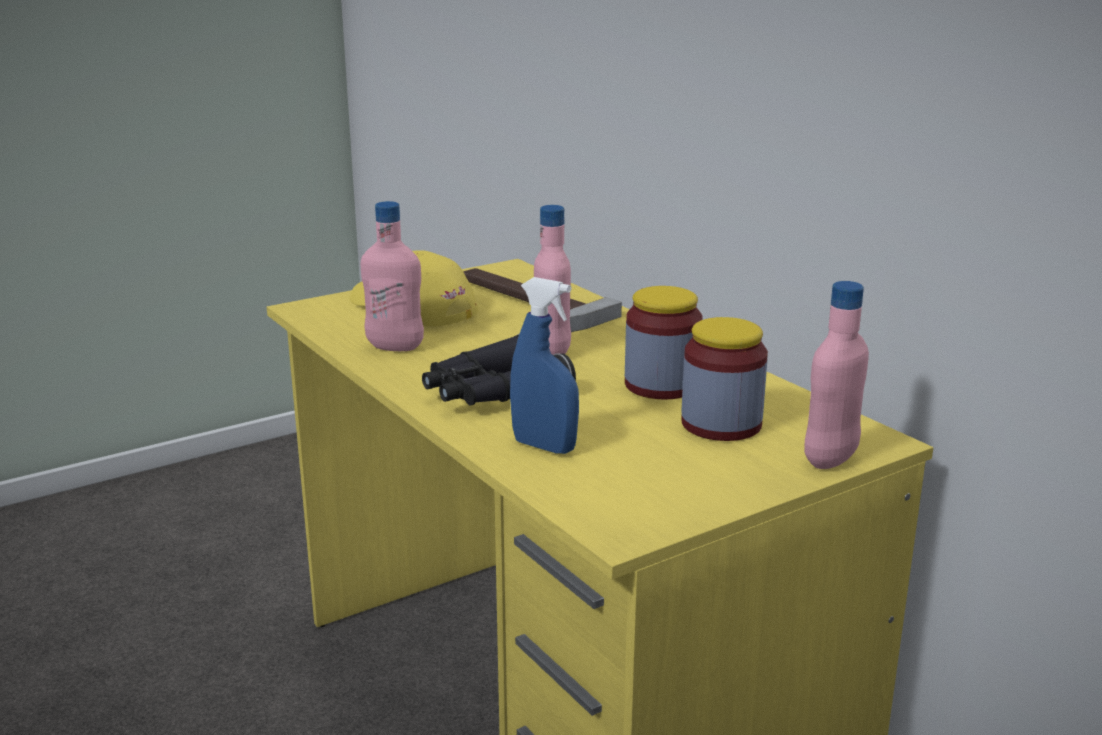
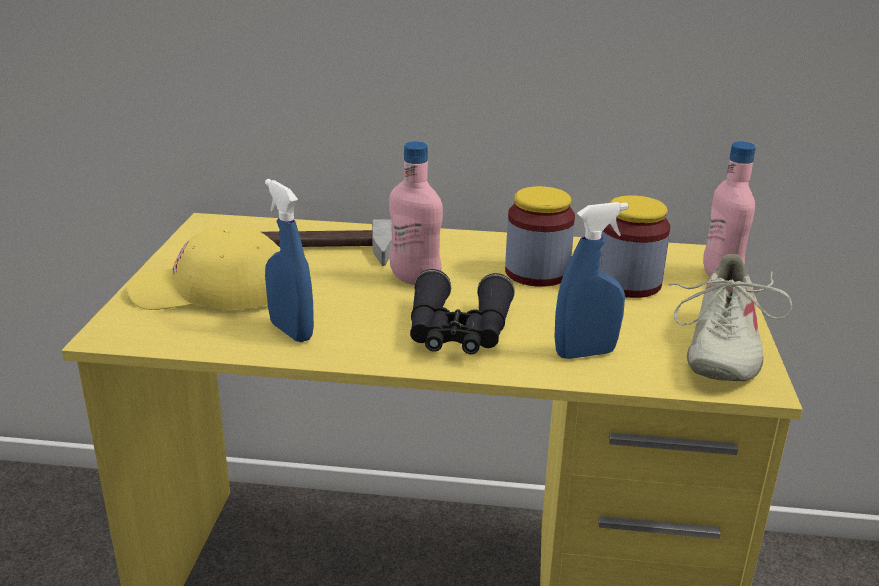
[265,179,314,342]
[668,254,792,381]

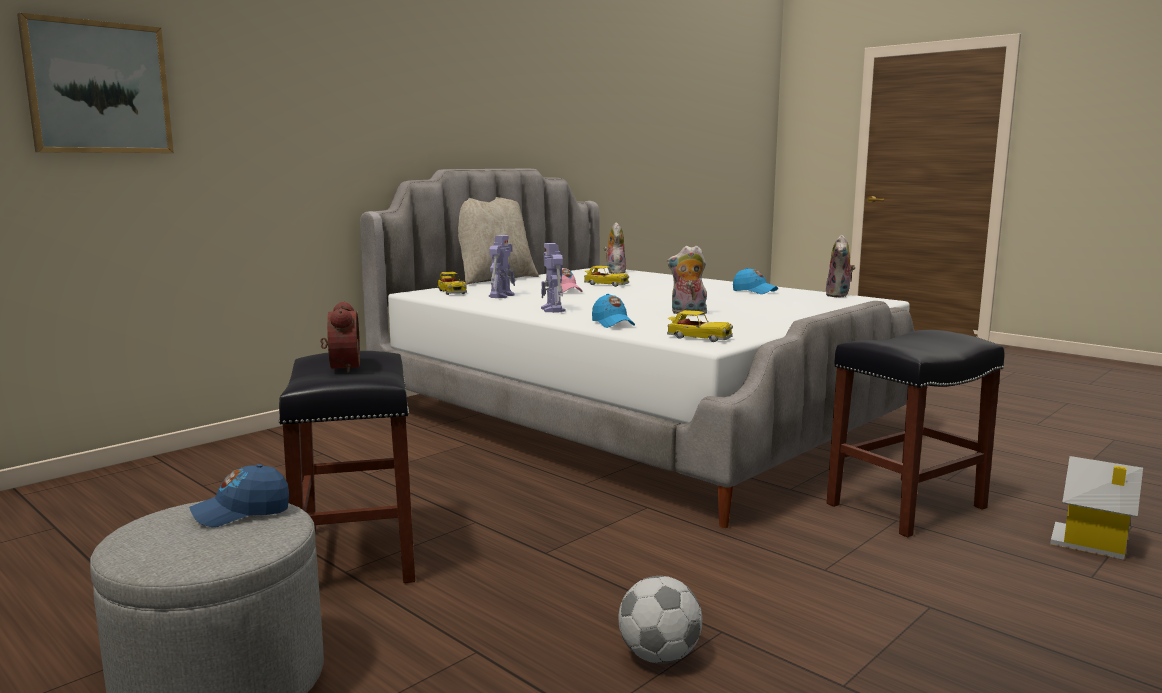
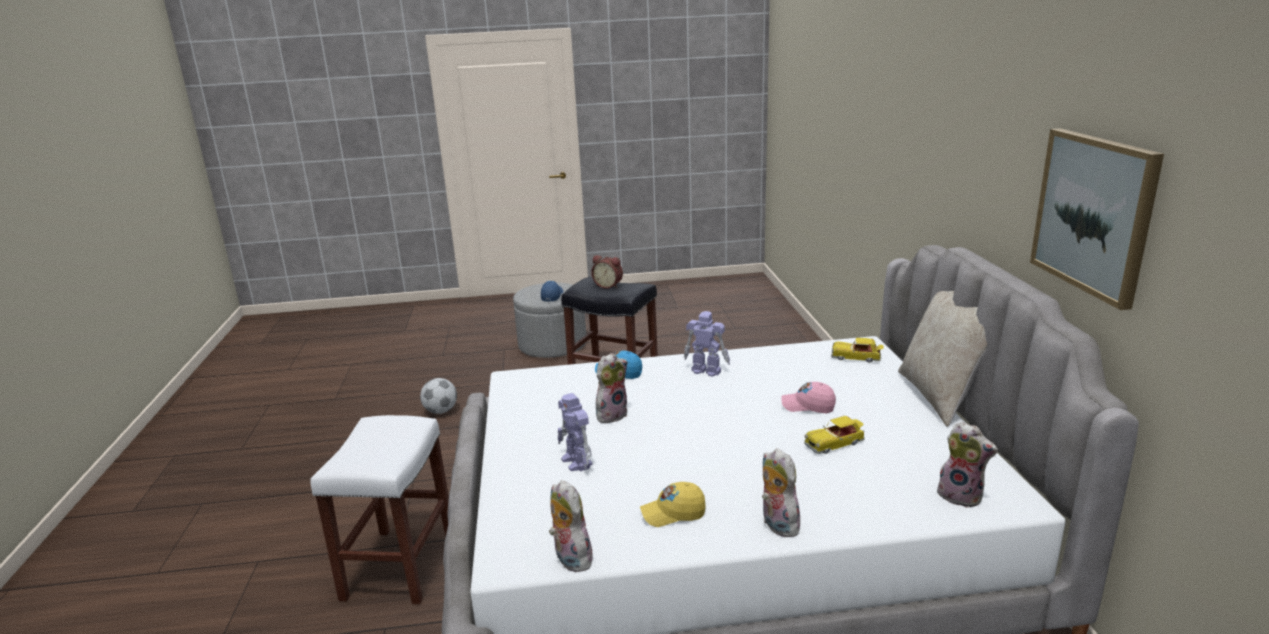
[1030,128,1164,310]
[558,393,592,471]
[667,310,733,342] (first image)
[640,482,706,527]
[311,415,449,604]
[1050,456,1143,560] (first image)
[762,448,804,537]

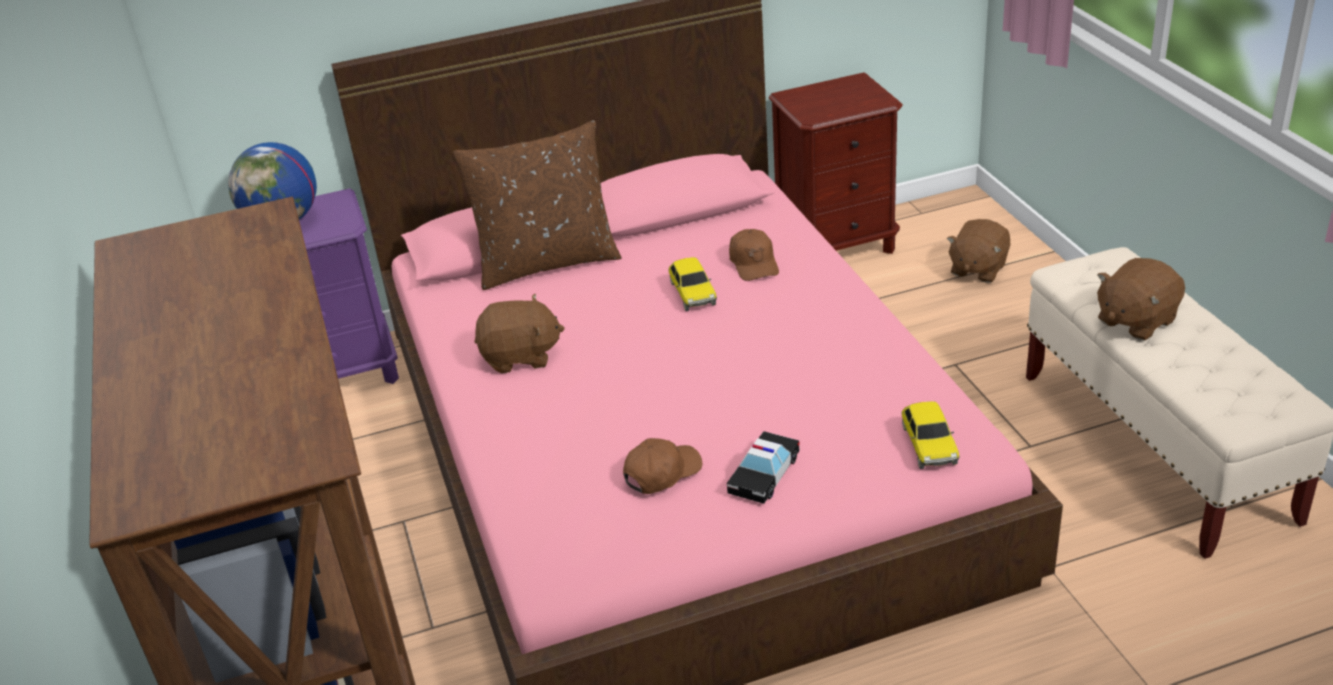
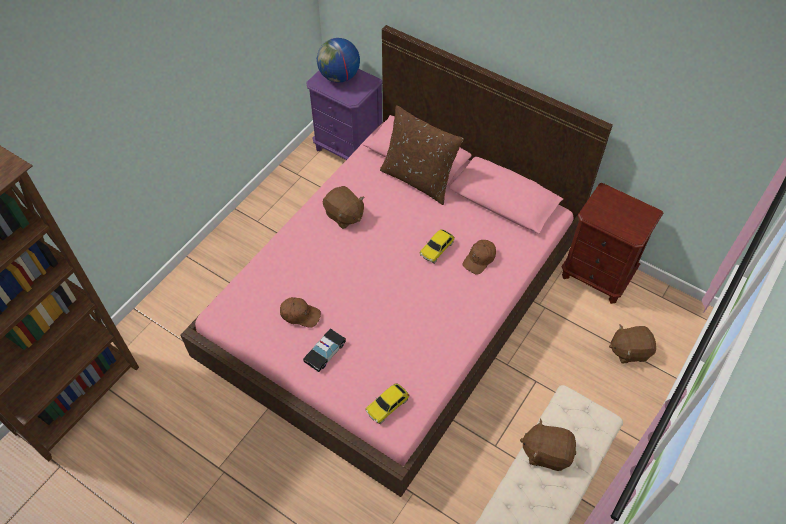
[303,328,346,372]

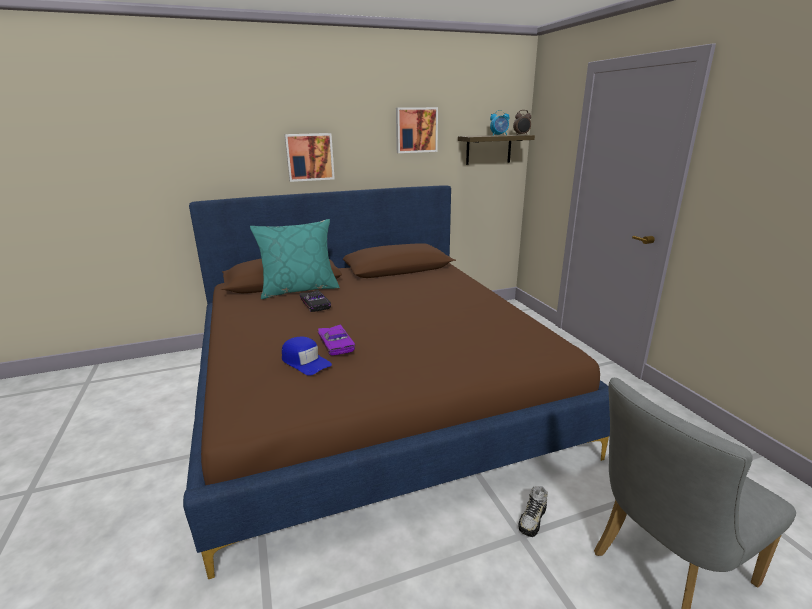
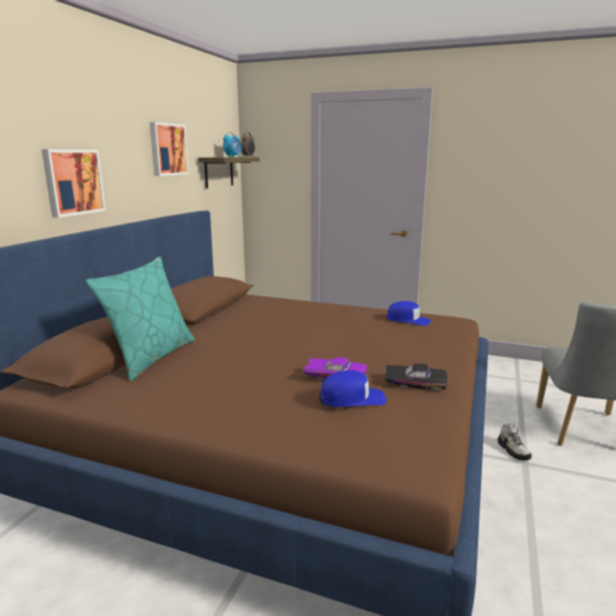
[384,364,448,392]
[386,301,431,326]

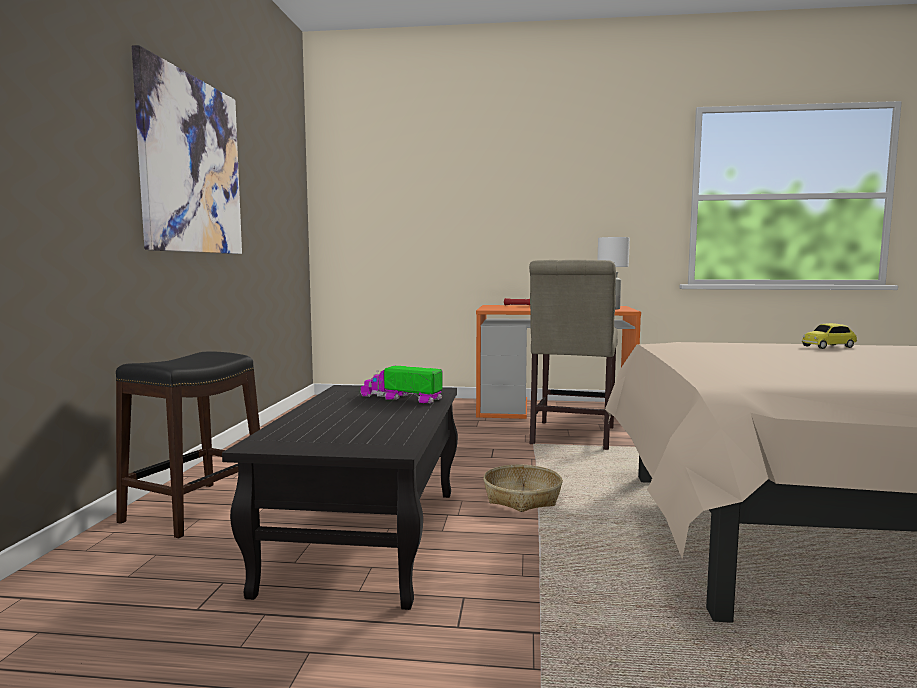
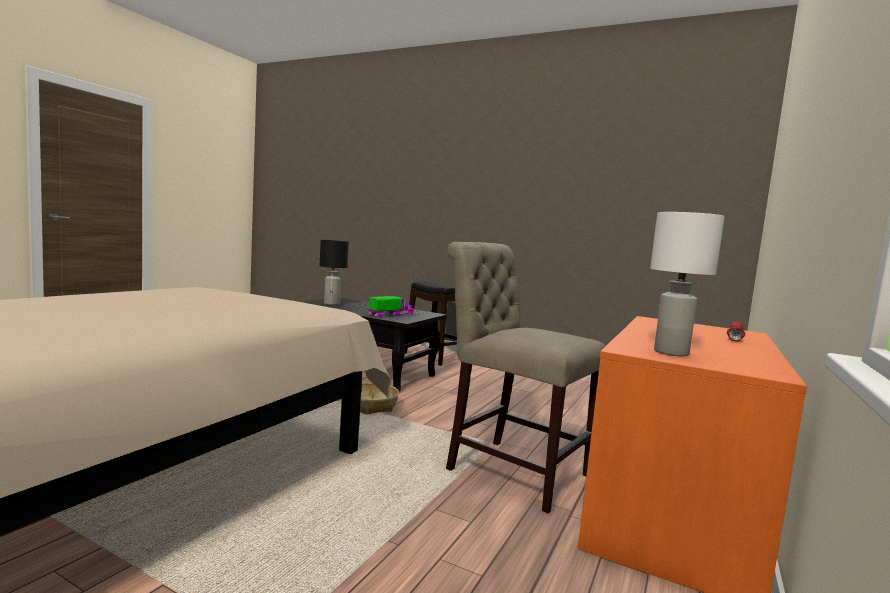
[132,45,242,254] (first image)
[802,323,857,349] (first image)
[320,240,349,305]

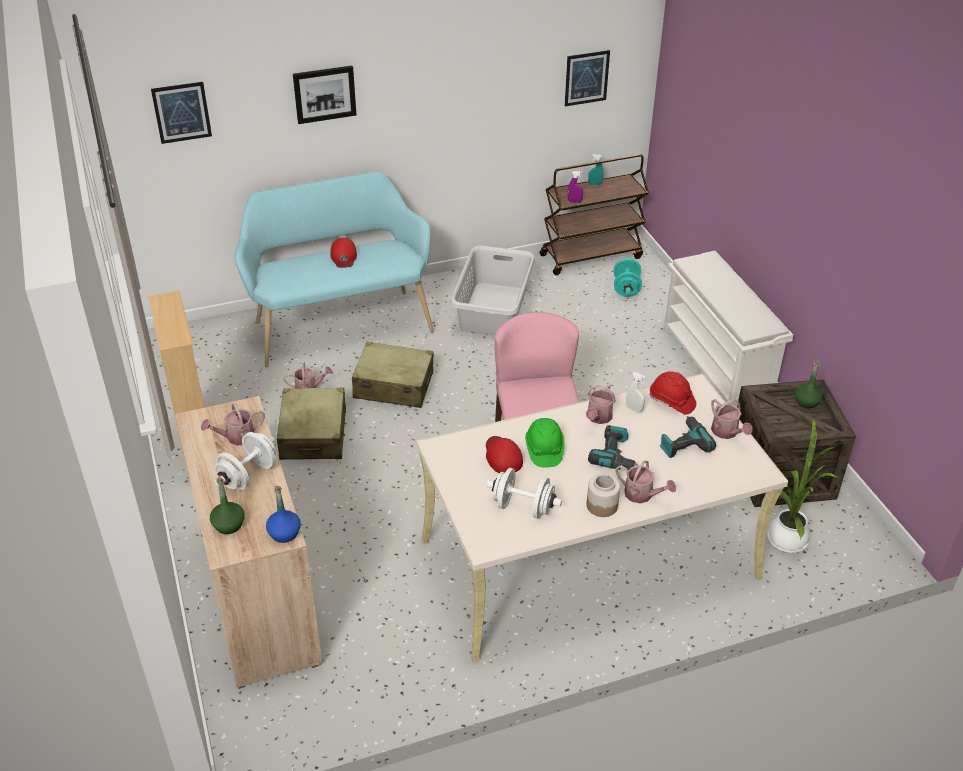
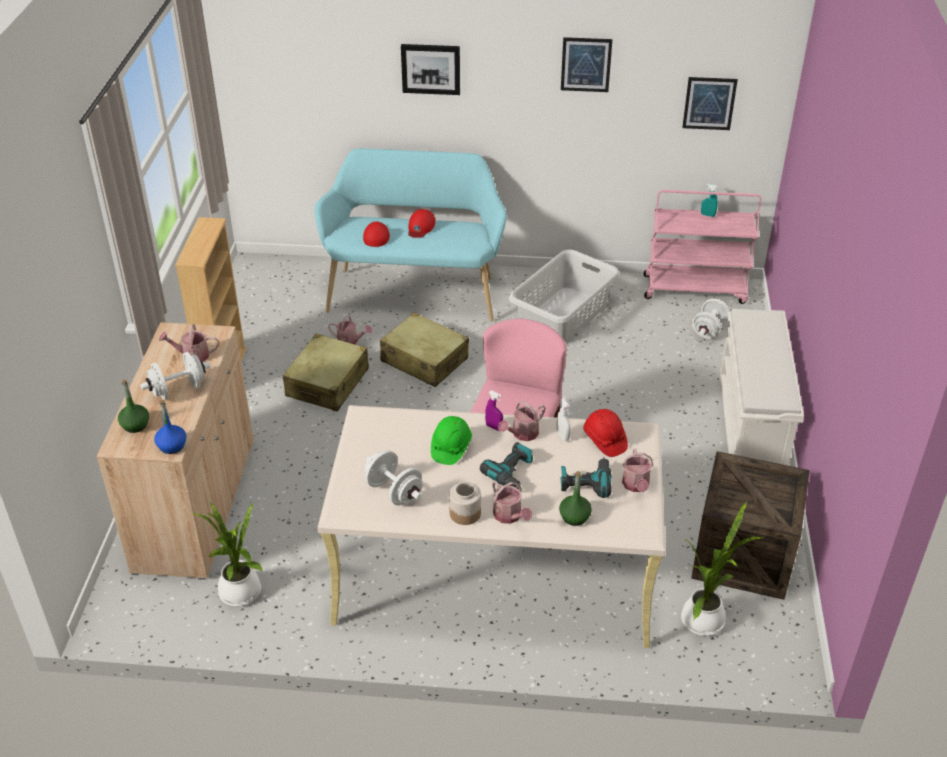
[561,37,612,92]
[363,222,390,247]
[644,190,761,304]
[485,391,503,431]
[692,299,730,339]
[559,471,592,526]
[192,503,263,606]

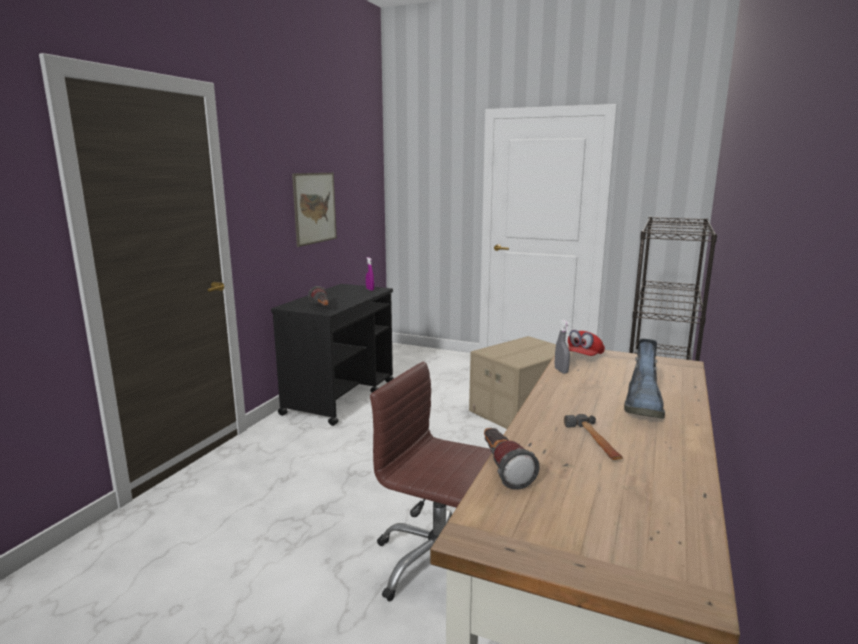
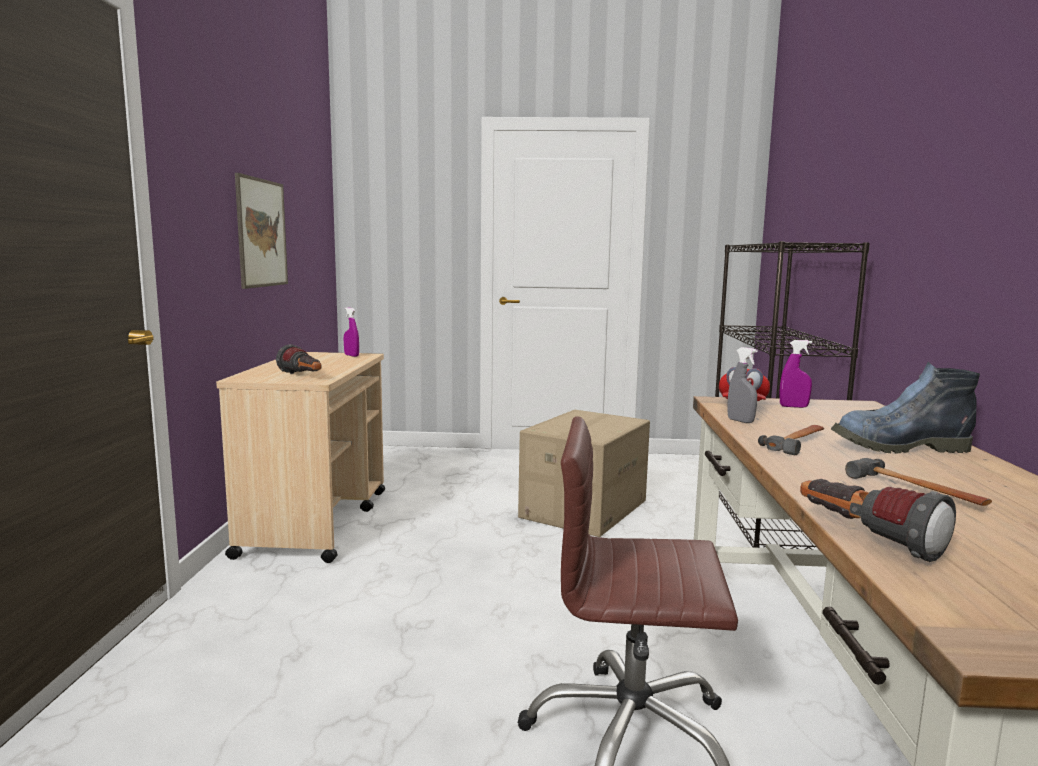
[216,352,385,563]
[831,362,980,453]
[758,425,824,455]
[780,340,812,408]

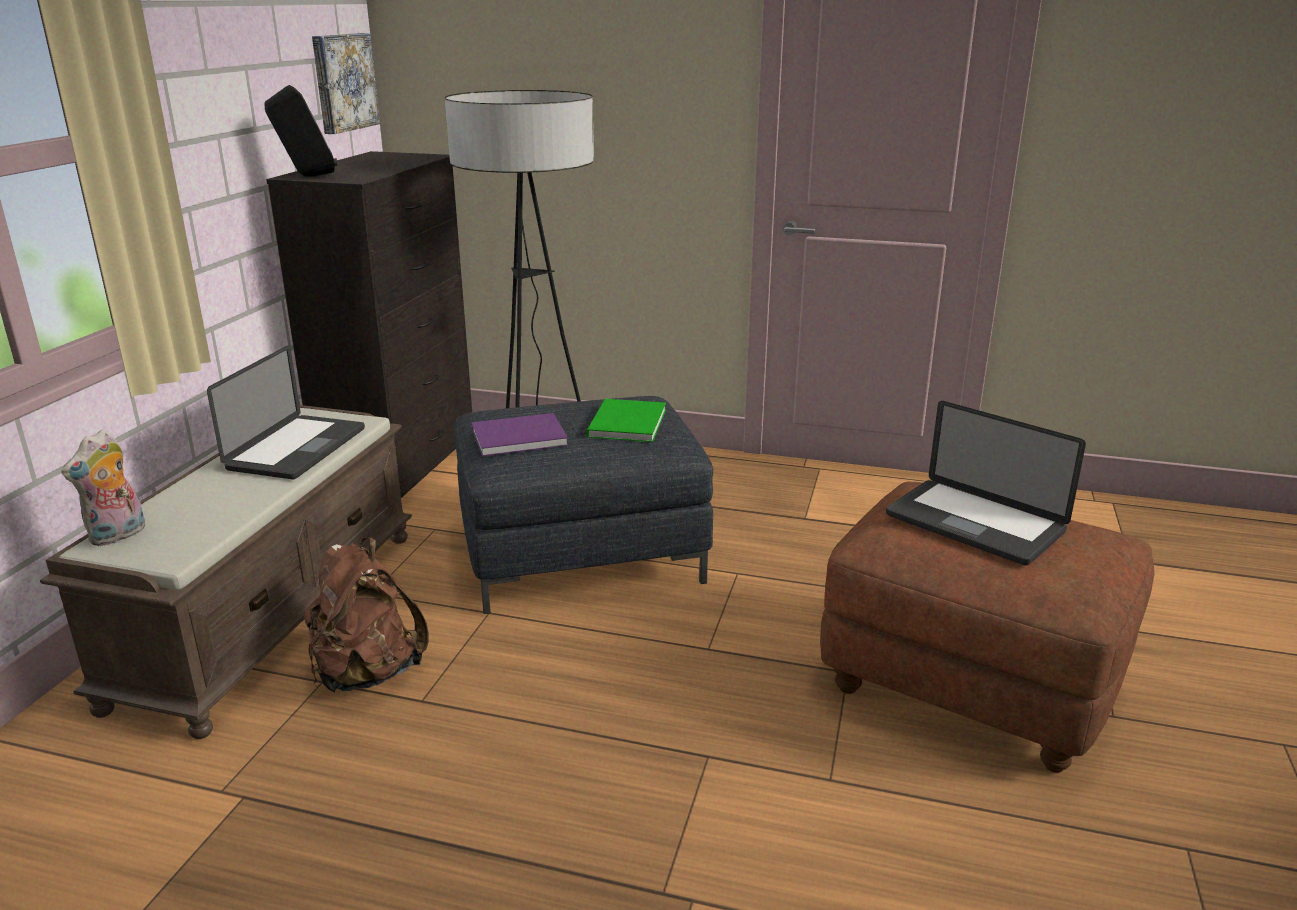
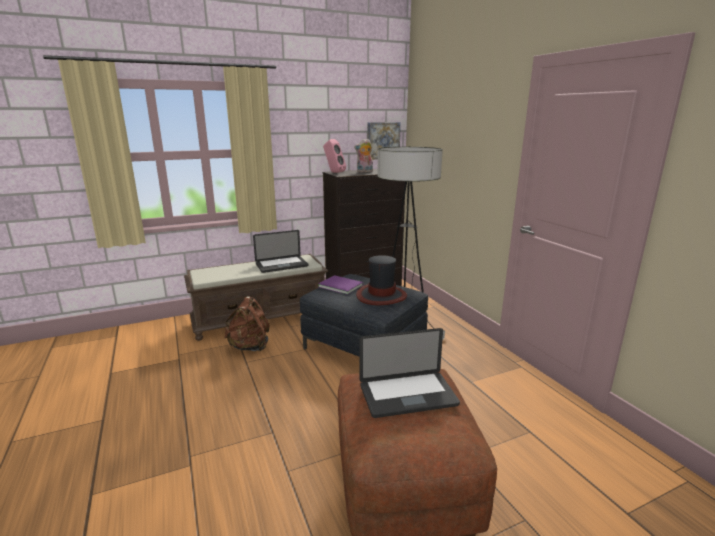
[354,139,373,172]
[323,139,346,173]
[356,255,407,305]
[360,328,460,418]

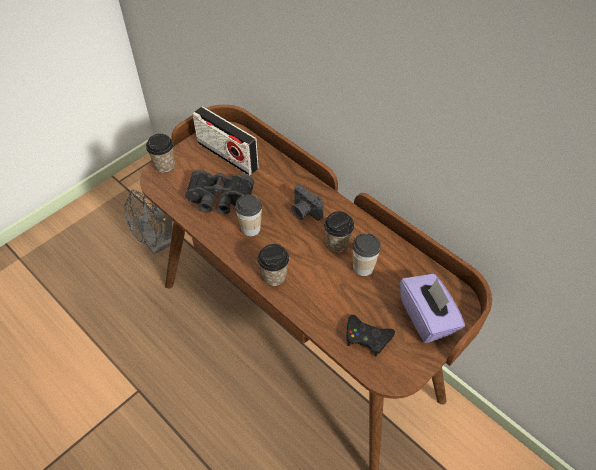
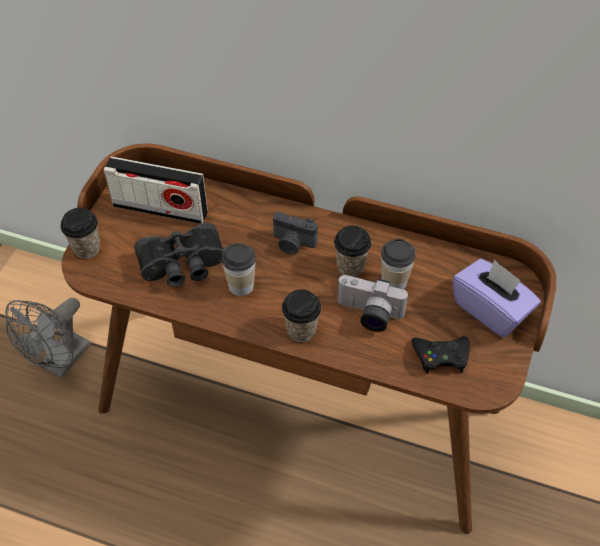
[337,275,408,332]

